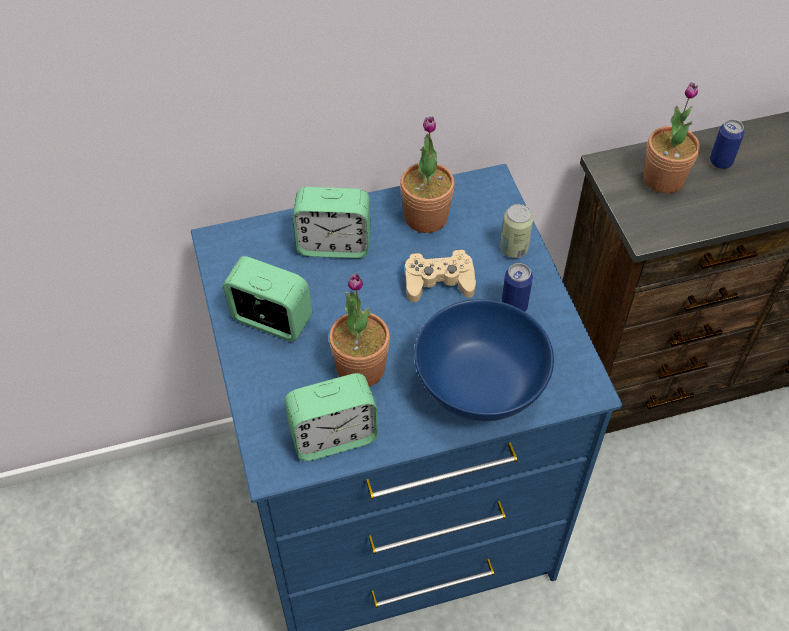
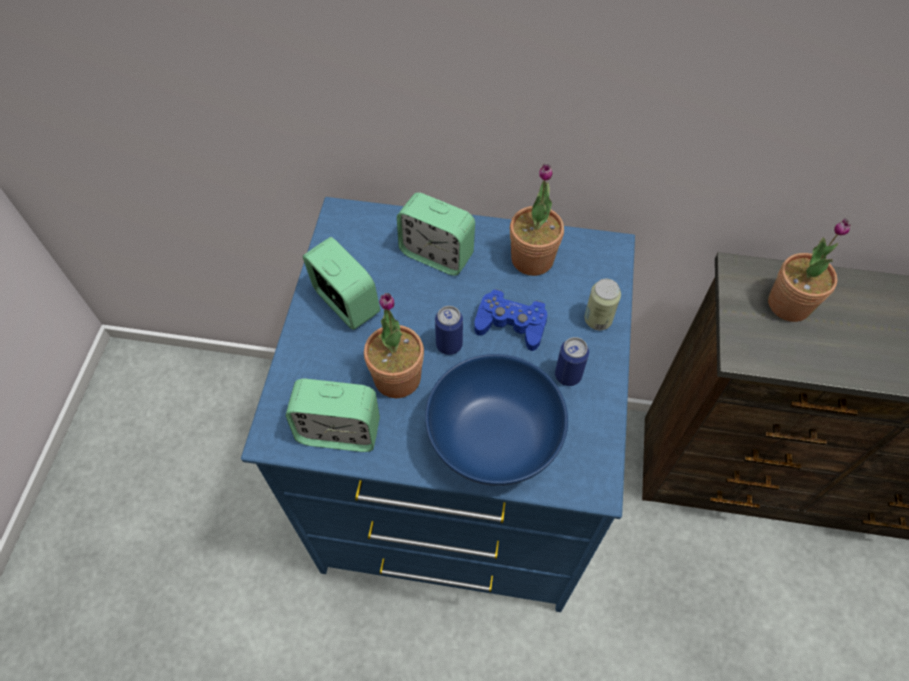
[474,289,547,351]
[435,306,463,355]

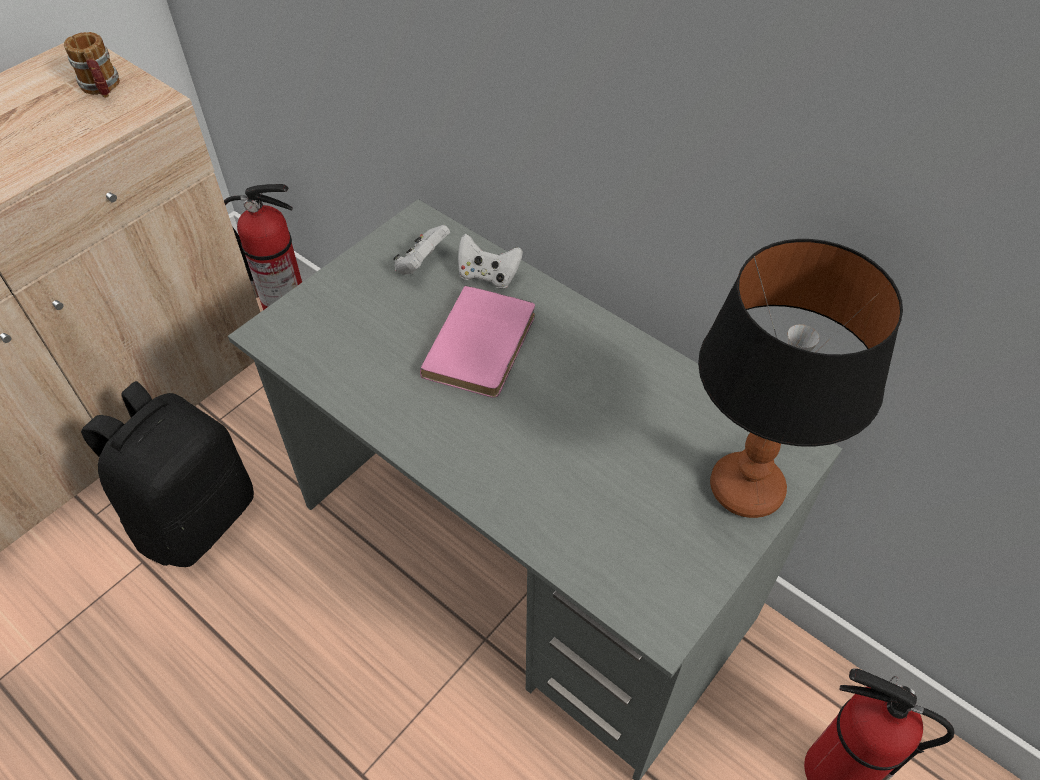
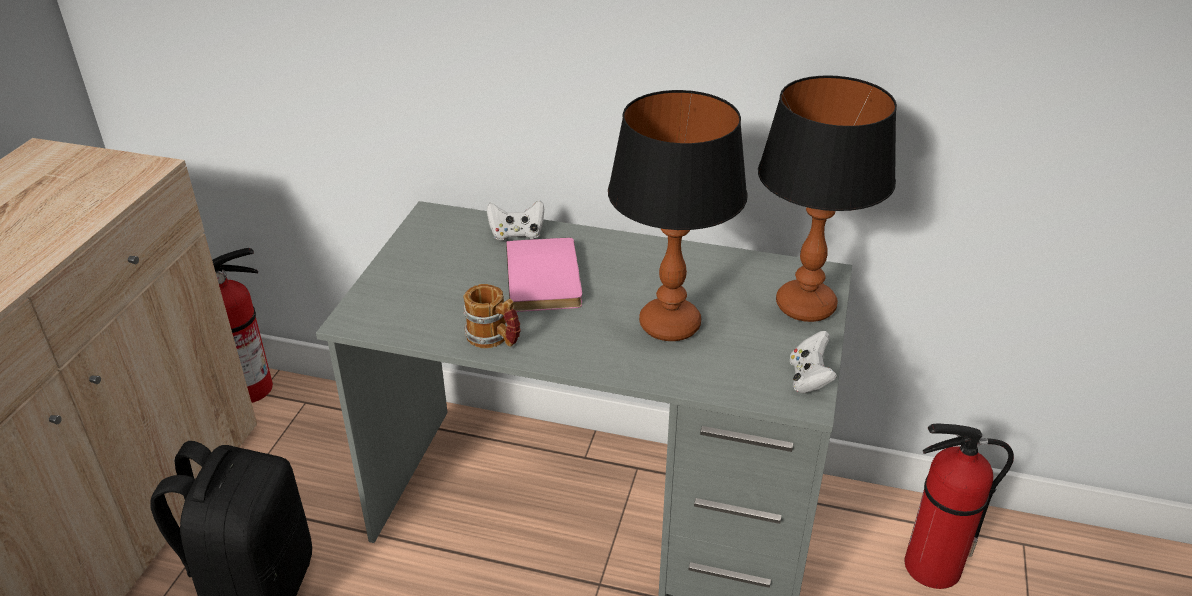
[464,284,521,348]
[790,331,837,393]
[608,90,748,341]

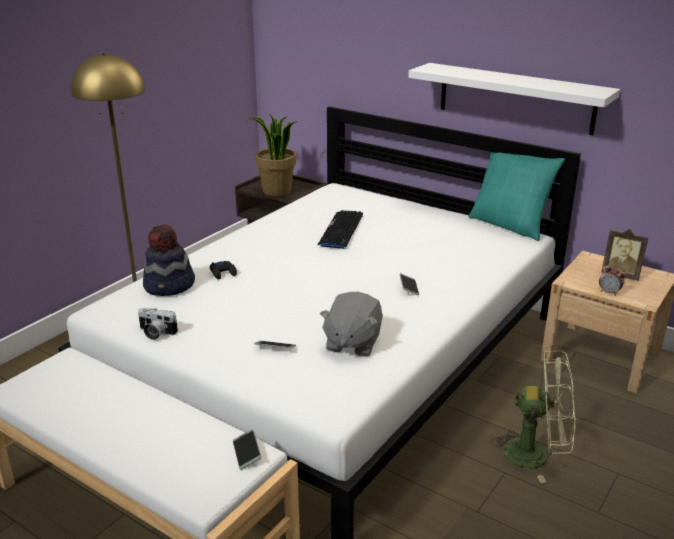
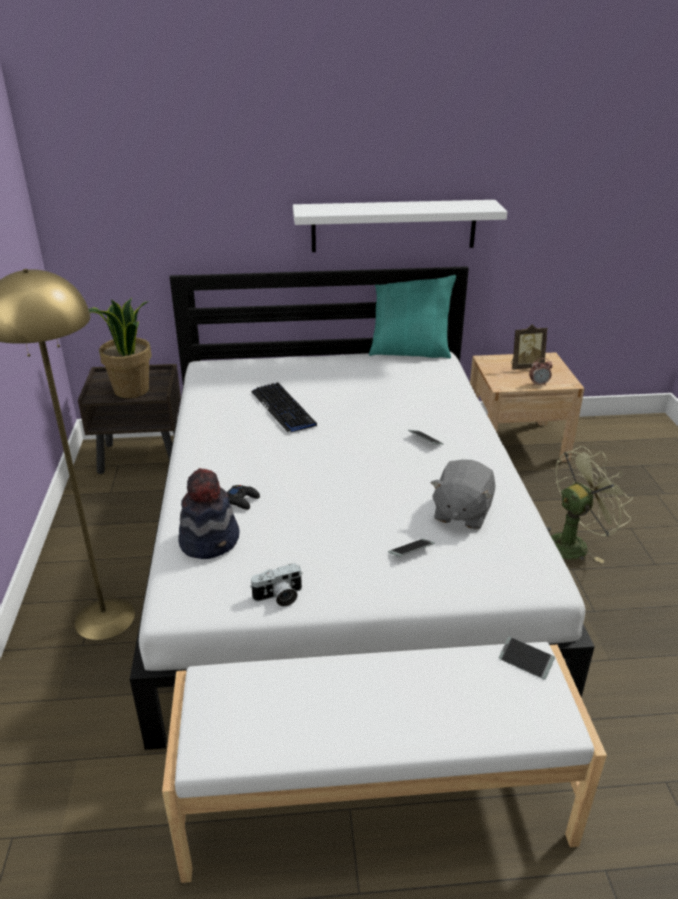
[431,459,496,529]

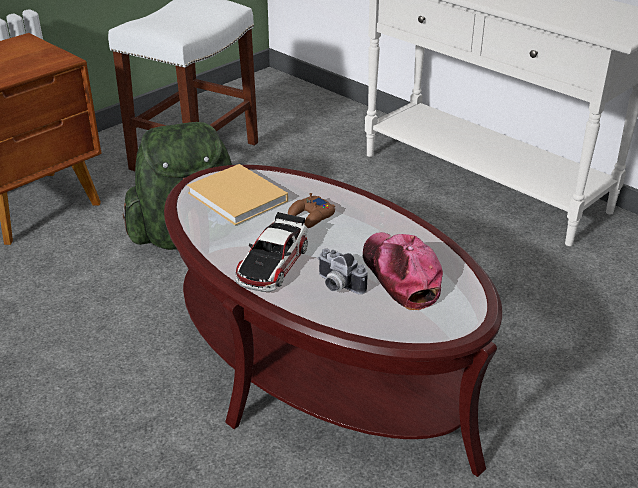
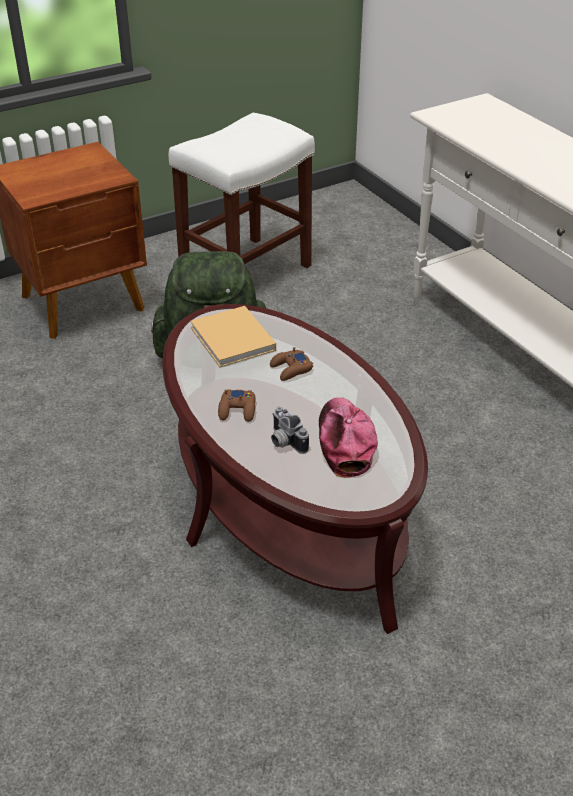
[218,389,256,422]

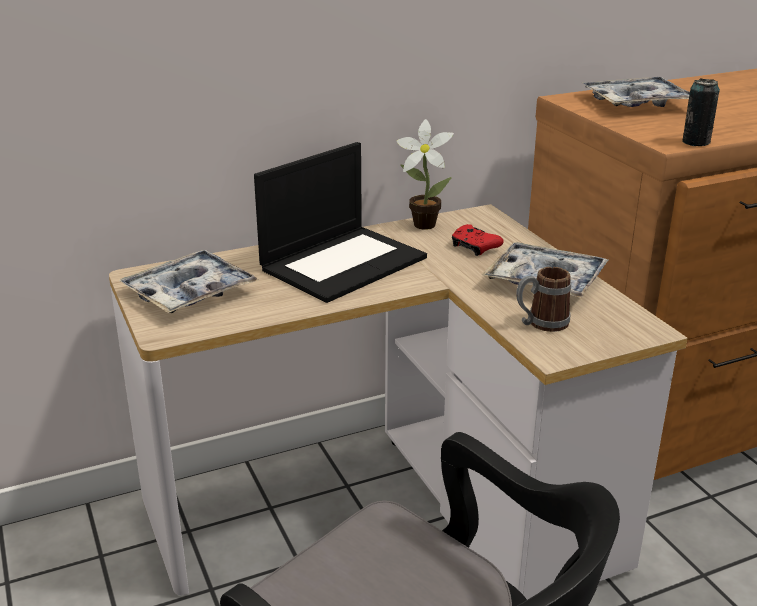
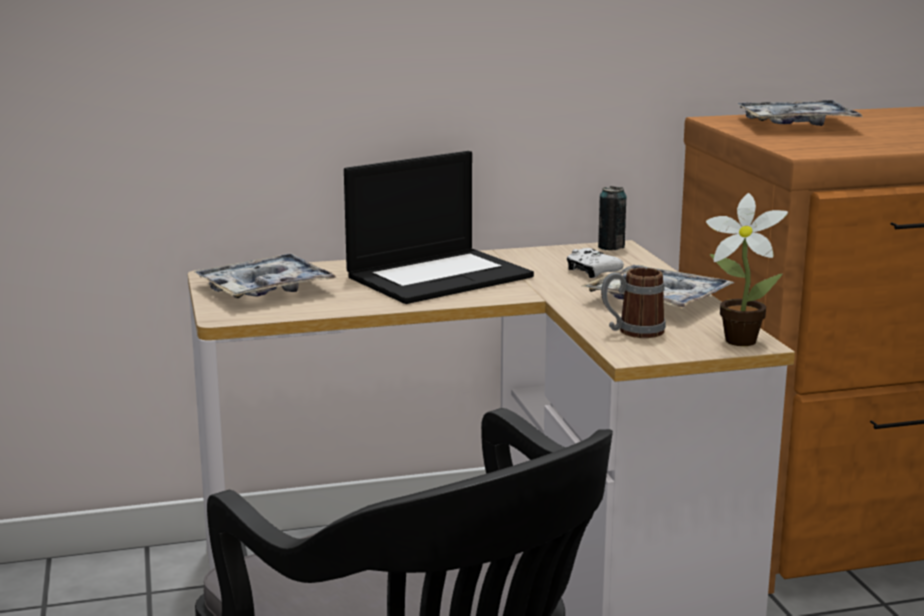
[706,193,788,346]
[567,248,624,278]
[598,186,627,250]

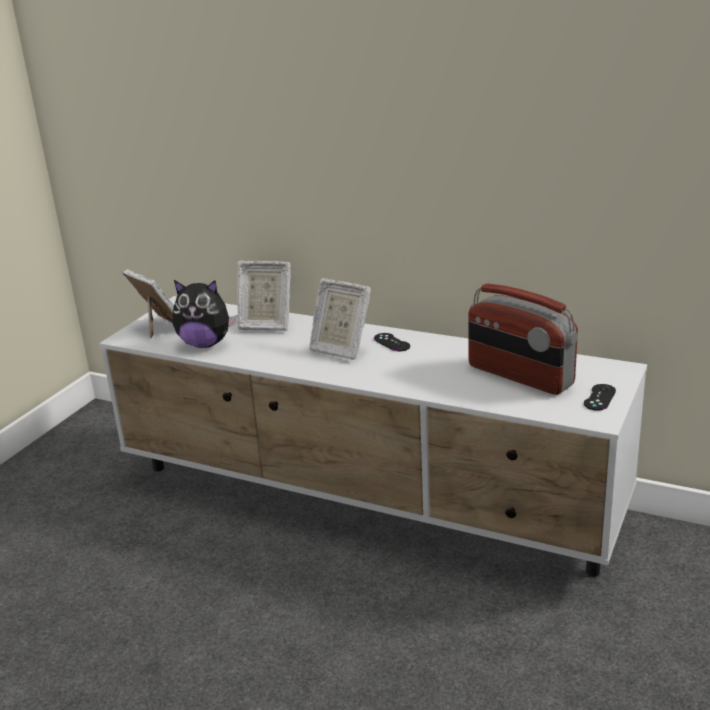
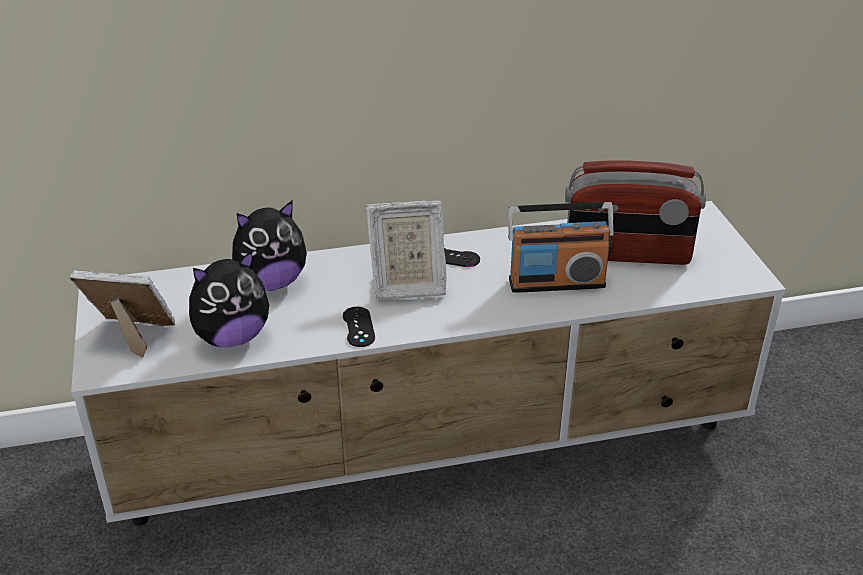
[232,201,307,291]
[343,307,375,347]
[508,202,614,293]

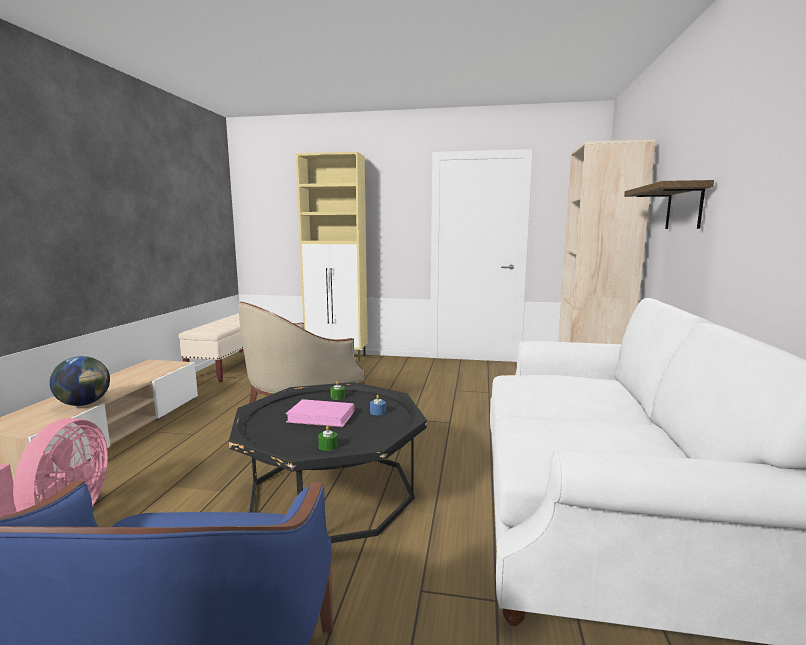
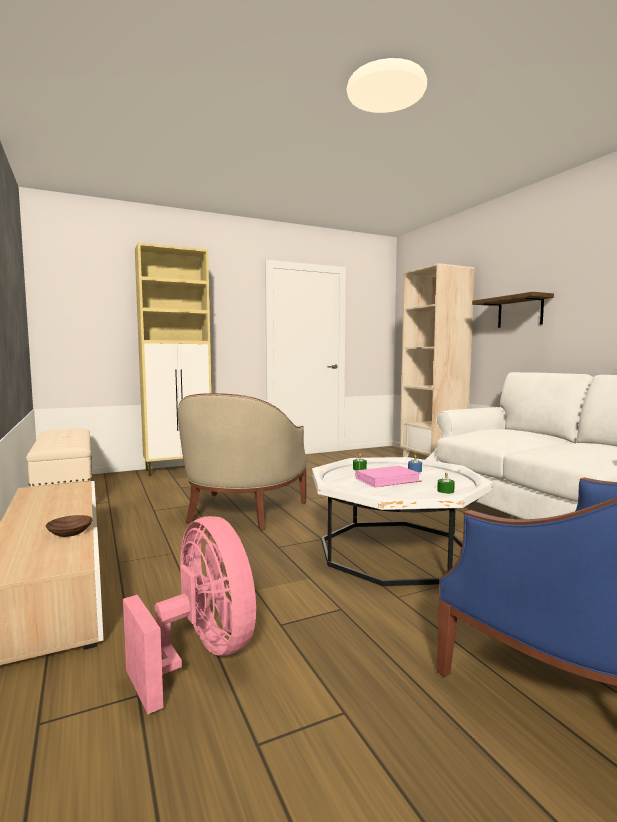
[46,515,93,537]
[312,457,493,586]

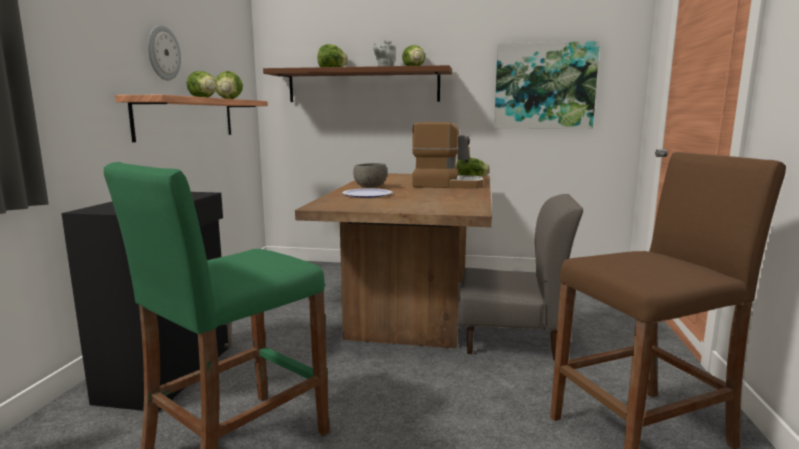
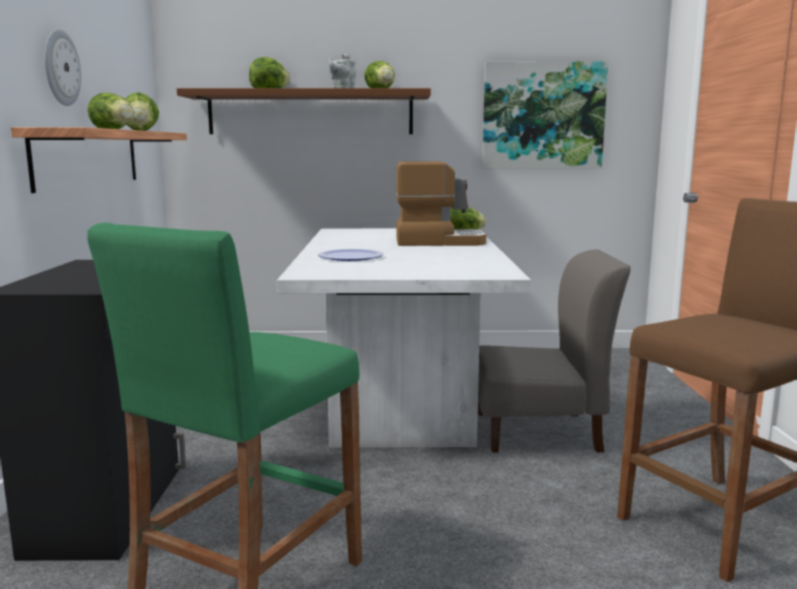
[277,228,531,448]
[353,163,388,188] (first image)

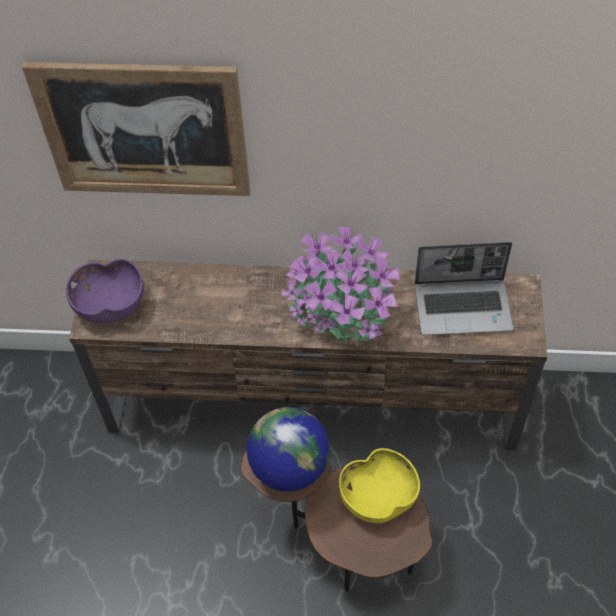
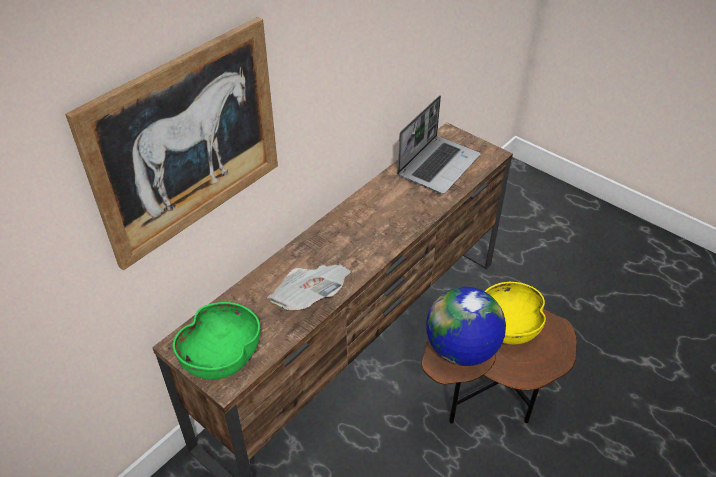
[173,302,261,380]
[281,227,400,343] (first image)
[267,264,351,310]

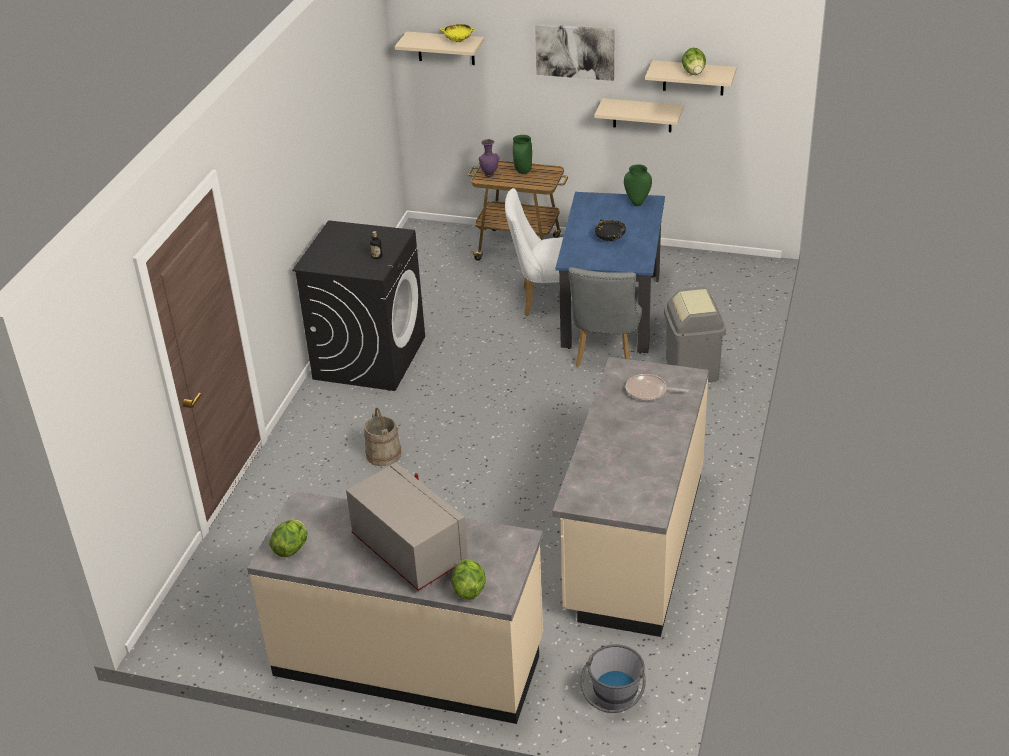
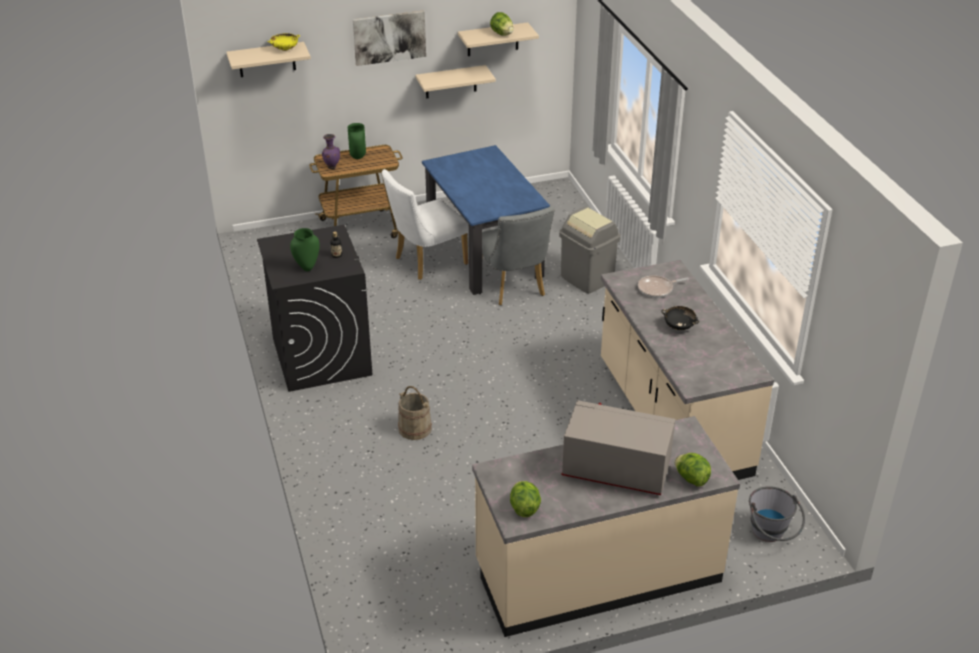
[661,306,699,330]
[290,228,320,271]

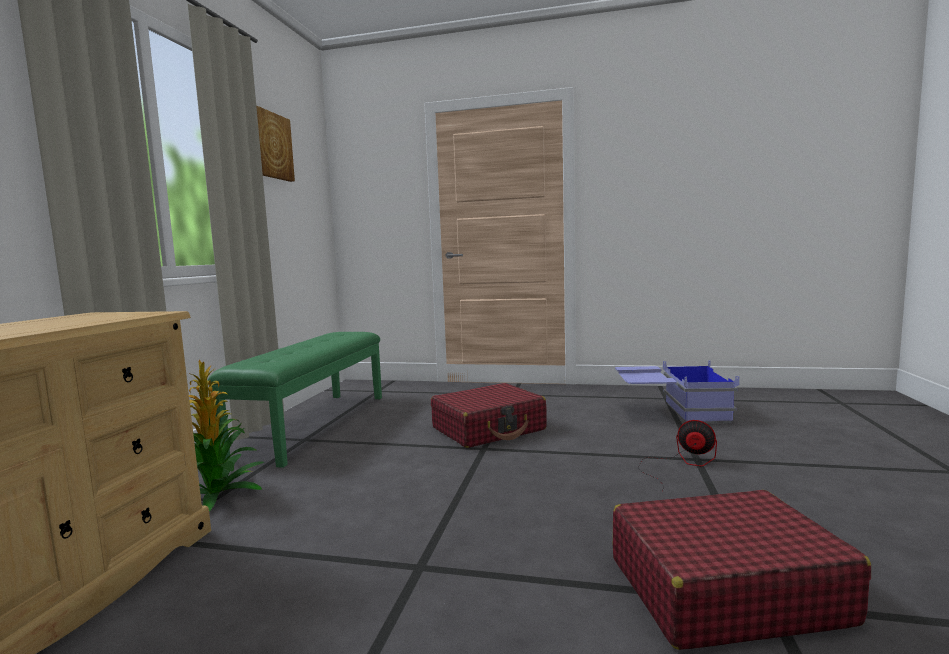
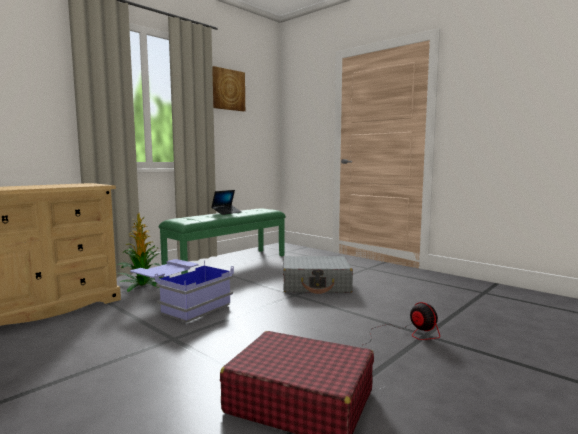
[283,256,353,294]
[130,259,234,323]
[211,190,241,215]

